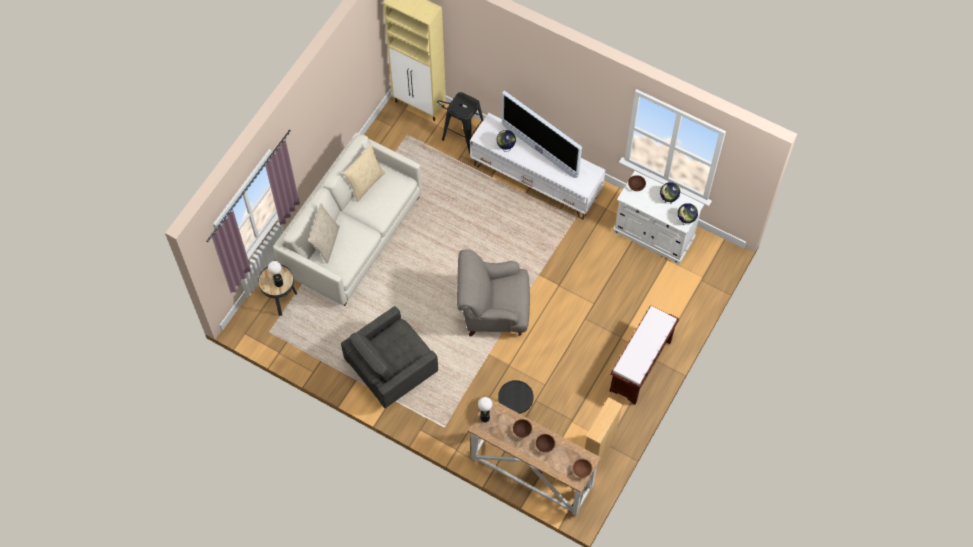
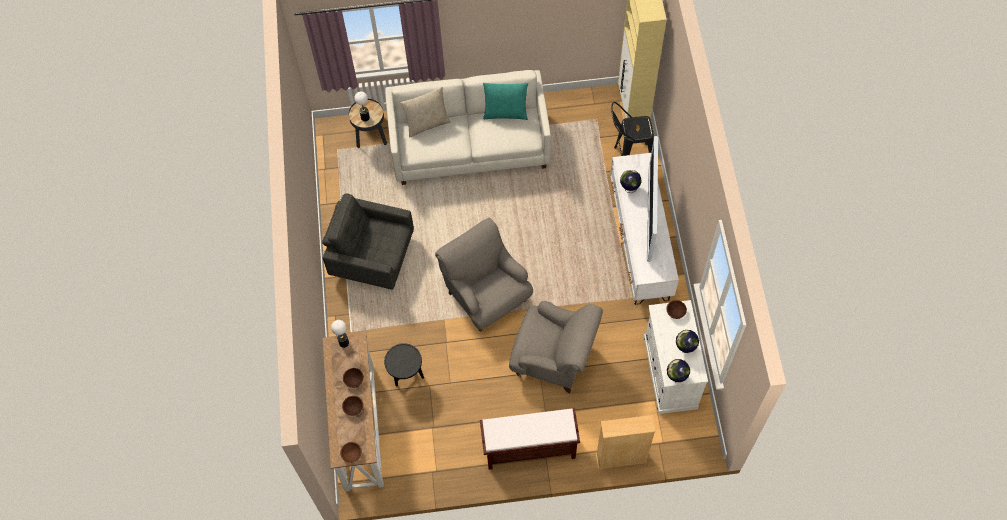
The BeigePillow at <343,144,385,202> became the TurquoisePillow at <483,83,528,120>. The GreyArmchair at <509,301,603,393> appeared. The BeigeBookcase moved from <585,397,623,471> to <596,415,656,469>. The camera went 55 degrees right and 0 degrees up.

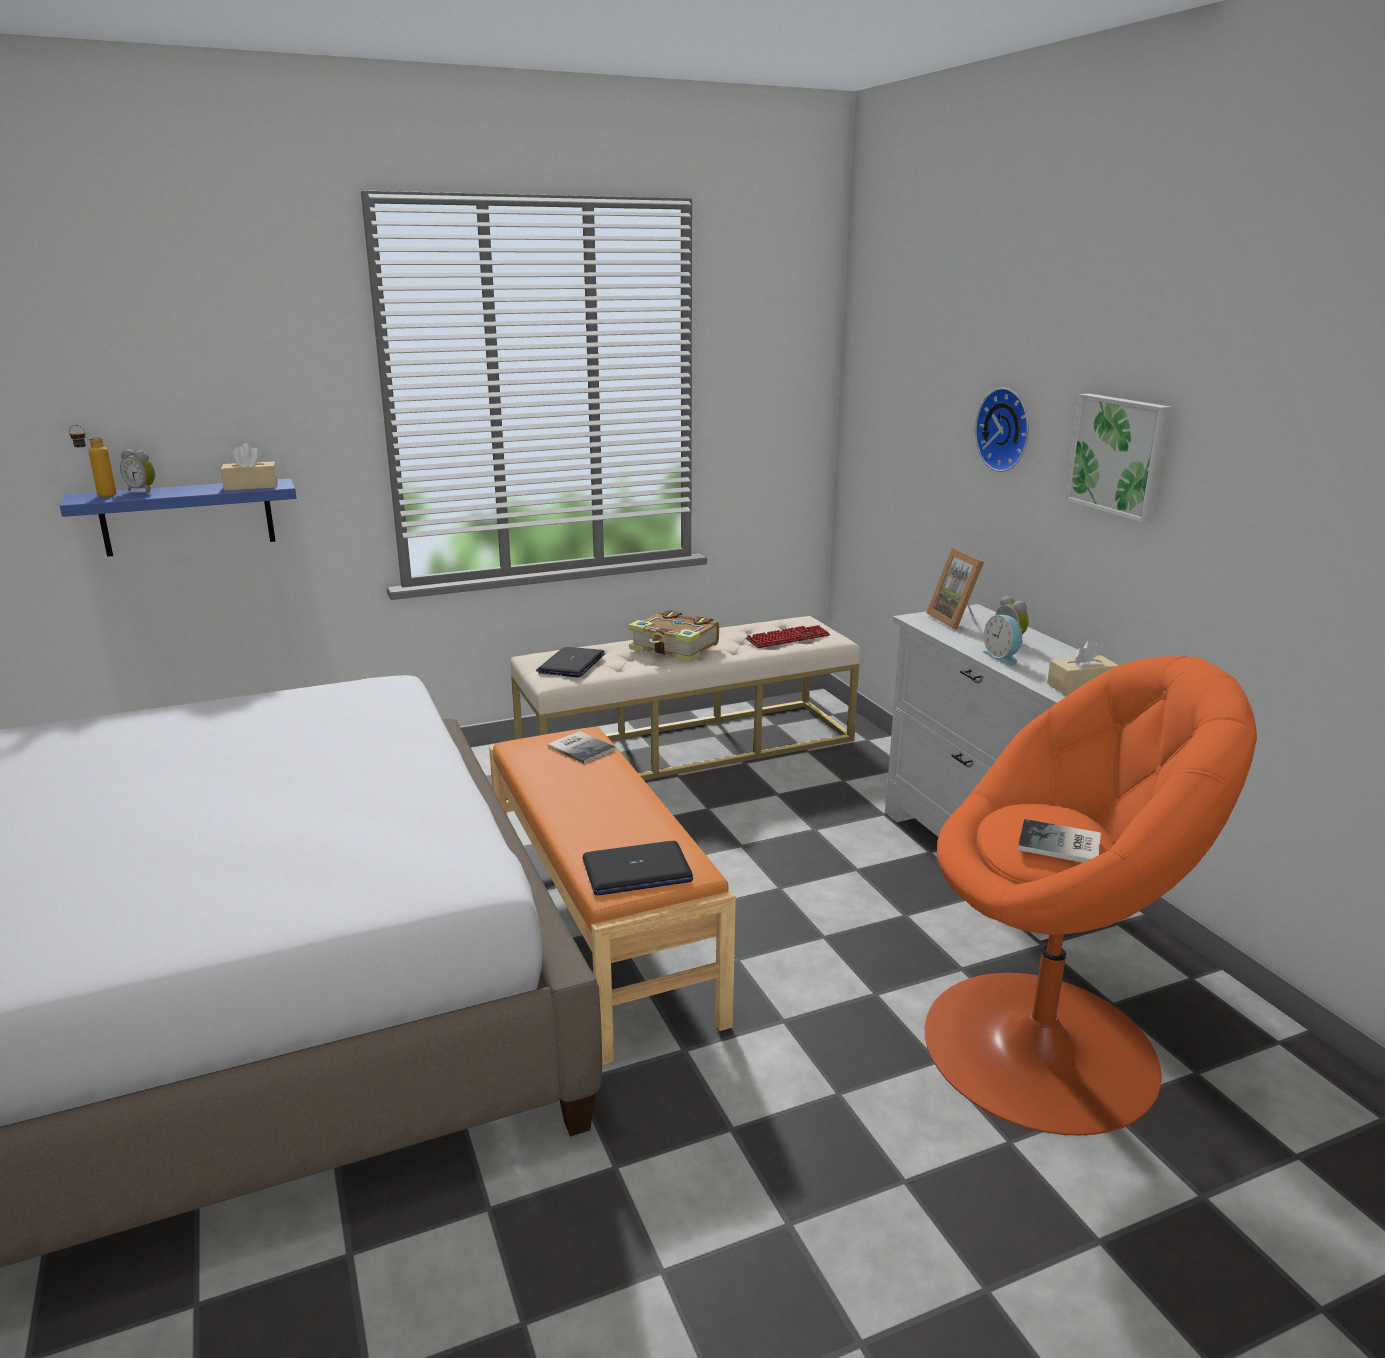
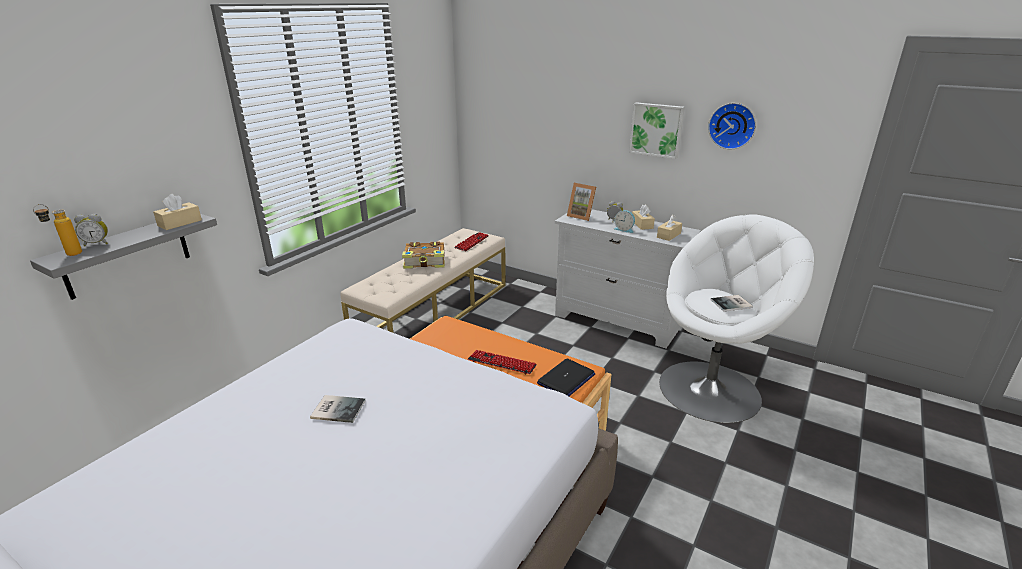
The BlueShelf at <60,478,296,557> became the GreyShelf at <30,214,217,300>. The Book moved from <548,731,616,764> to <310,395,366,423>. The Keyboard at <468,350,537,374> appeared. The BeigeTissueBox at <632,204,655,230> appeared. The OrangeArmchair at <925,656,1257,1136> became the WhiteArmchair at <659,214,814,423>. The WallClock moved from <975,388,1029,472> to <708,103,756,149>. The Laptop at <536,647,605,677> disappeared. The camera went 35 degrees left and 5 degrees up.

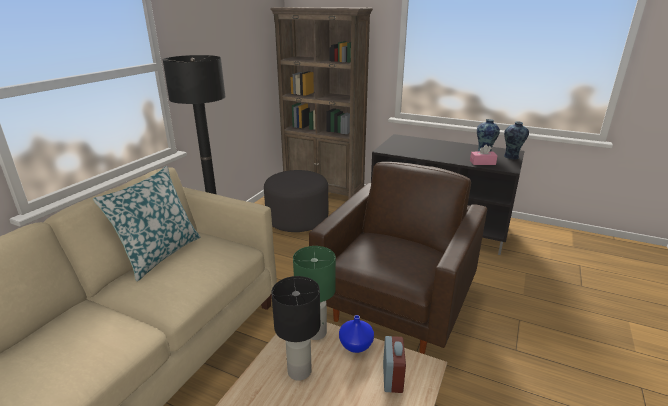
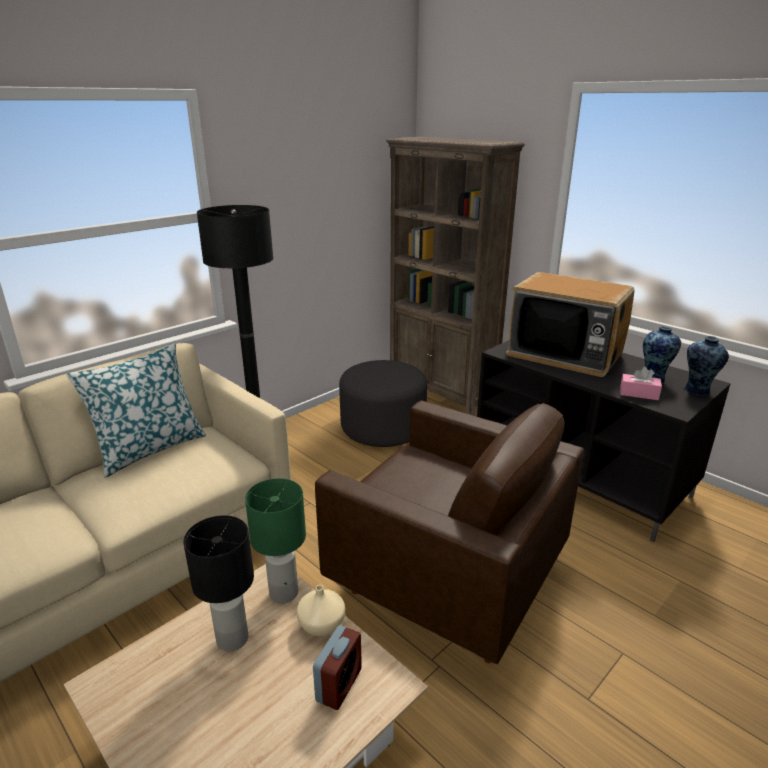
The BlueVase at <339,315,374,353> became the BeigeVase at <297,585,345,636>. The BrownArmchair at <309,162,487,354> turned 75 degrees clockwise. The Television at <506,272,635,377> appeared. The camera went 20 degrees right and 0 degrees up.

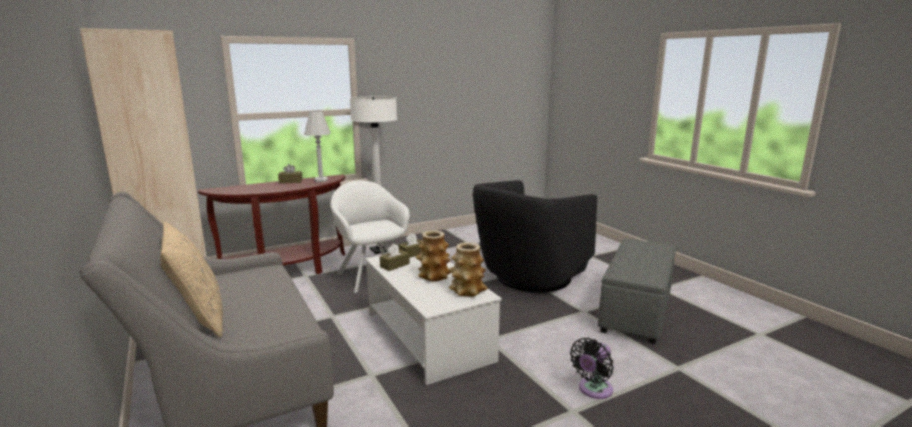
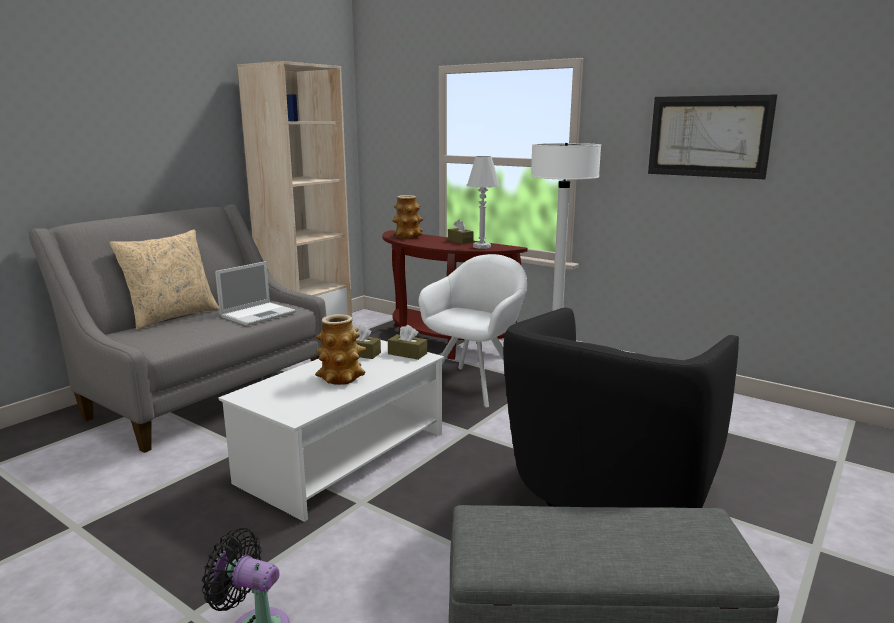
The Laptop at <215,261,296,326> appeared. The Vase moved from <449,242,488,297> to <392,195,423,239>. The BlackArmchair at <473,180,597,293> turned 75 degrees counterclockwise. The Picture at <648,94,777,179> appeared. The camera went 65 degrees right and 0 degrees up.

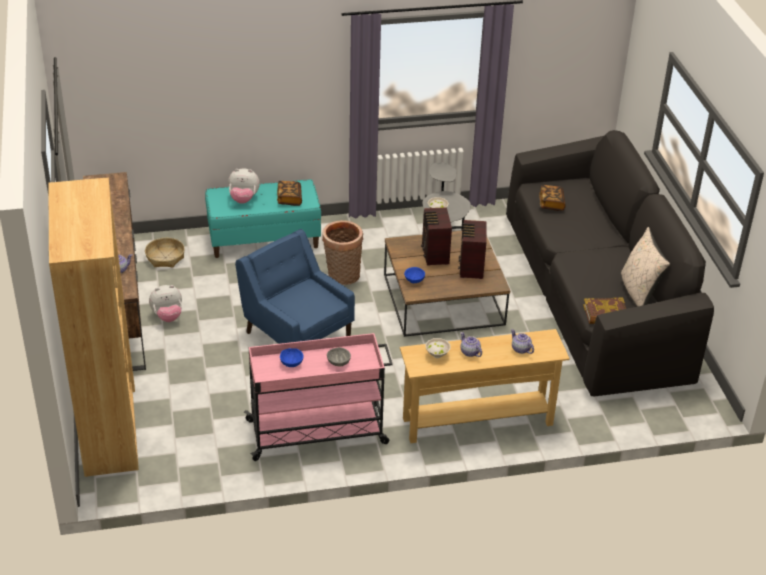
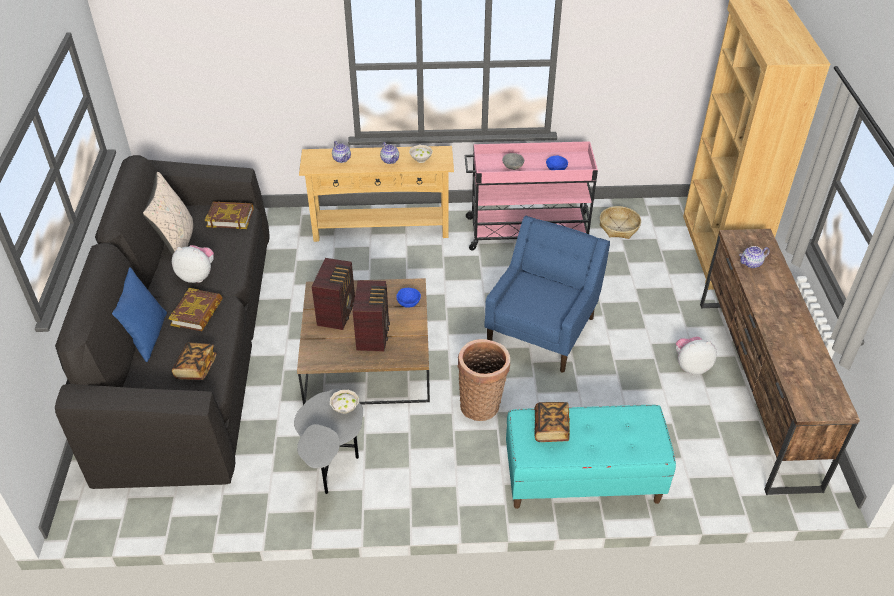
The BluePillow at <112,267,167,362> appeared. The Book at <168,288,223,331> appeared. The PlushToy moved from <228,168,260,204> to <172,245,214,283>. The BlueArmchair at <235,229,355,344> turned 120 degrees counterclockwise. The Basket moved from <145,238,185,267> to <600,206,641,239>. The camera went 170 degrees left and 5 degrees up.

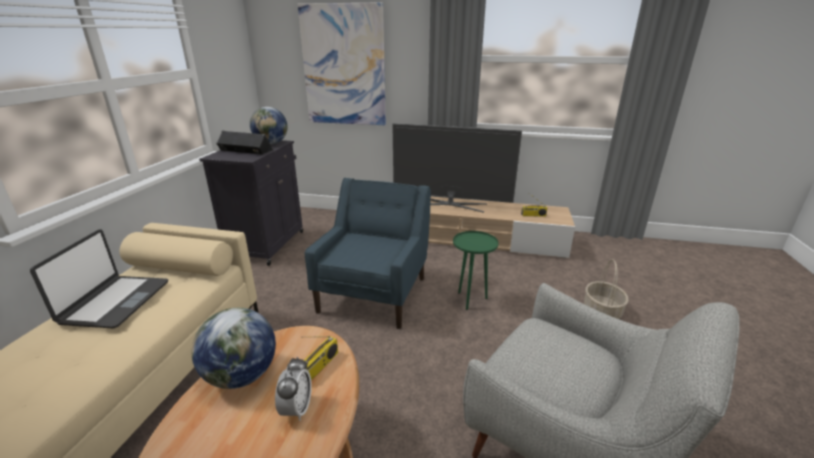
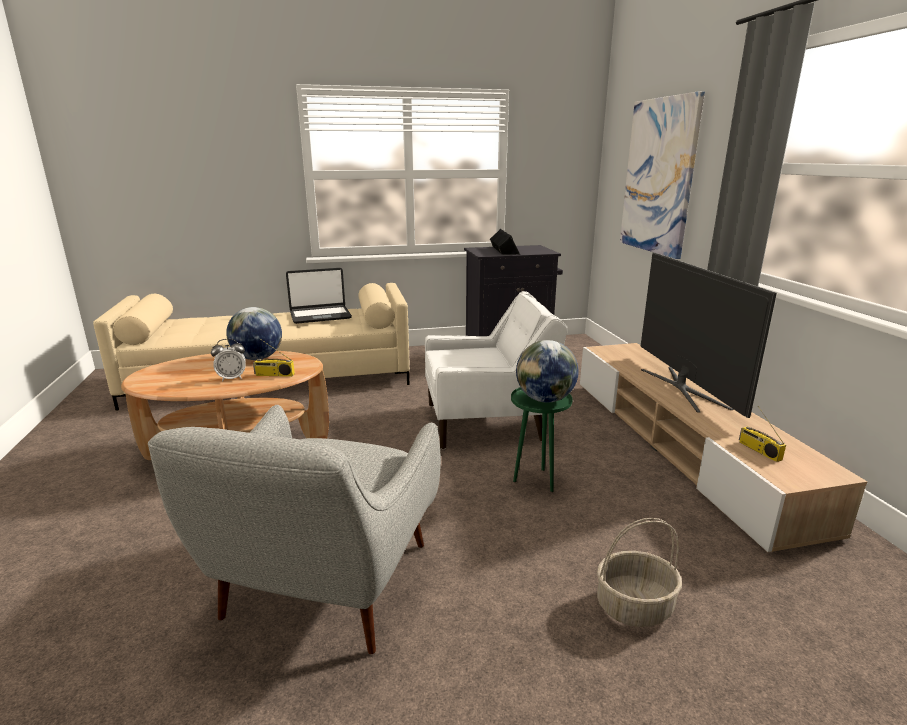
The BlueArmchair at <305,178,431,329> became the WhiteArmchair at <425,291,567,449>. The Globe moved from <250,107,288,144> to <516,340,579,403>. The camera went 65 degrees right and 5 degrees down.

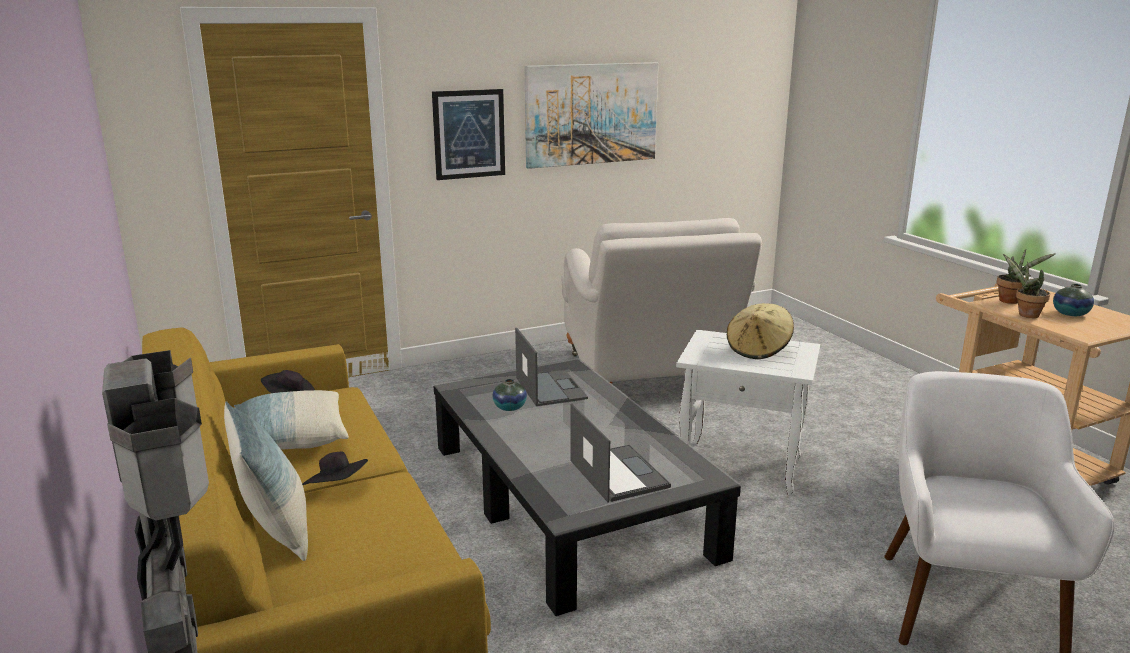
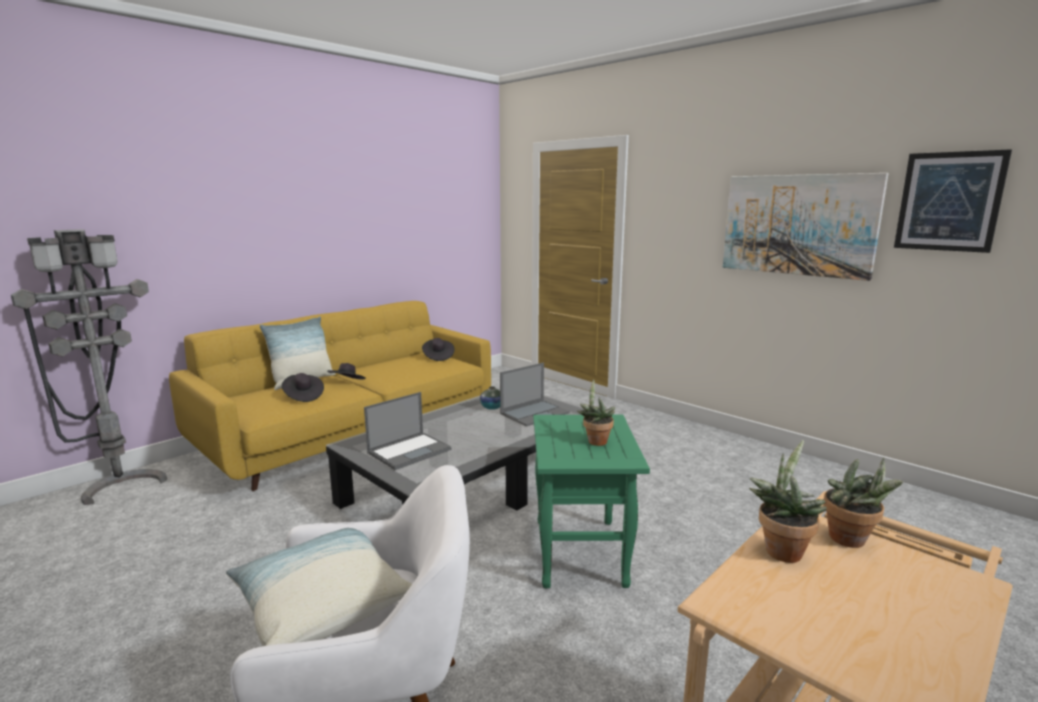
The Pillow moved from <234,390,349,450> to <226,528,412,646>. The BlackHat at <282,373,324,402> appeared. The WhiteSideTable at <676,330,820,495> became the GreenSideTable at <533,415,650,588>. The BeigeHat at <727,303,794,359> was replaced by the PottedPlant at <577,379,615,446>. The Picture moved from <432,89,505,180> to <894,149,1012,253>. The WhiteArmchair at <562,218,762,384> disappeared. The Vase at <1053,284,1094,316> disappeared. The camera went 70 degrees right and 5 degrees down.

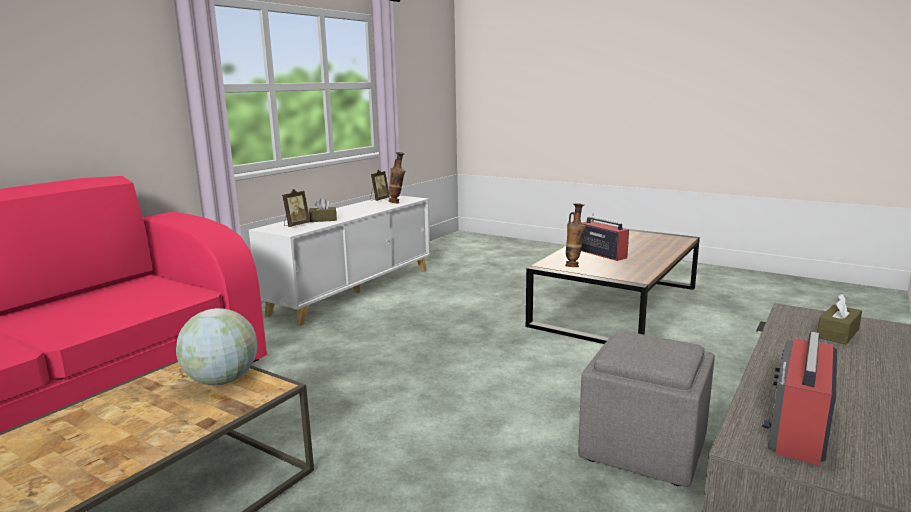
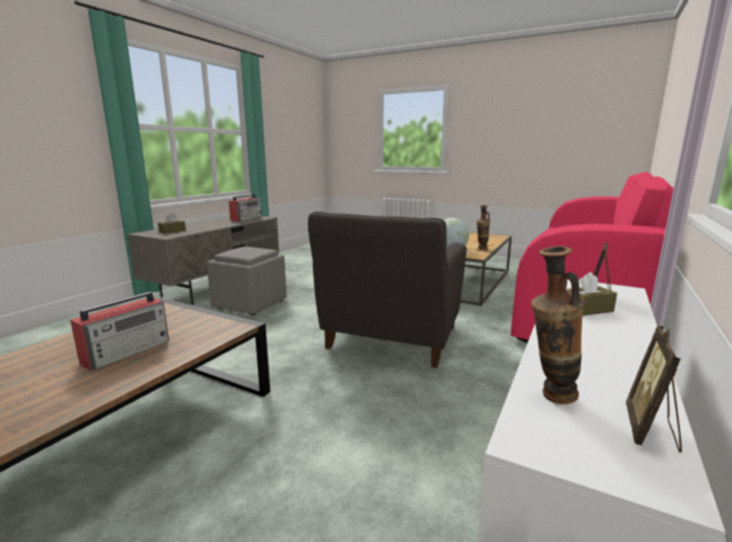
The Radio at <581,213,629,261> turned 105 degrees counterclockwise. The GreyArmchair at <308,212,467,368> appeared. The Vase moved from <565,203,586,267> to <477,205,490,250>. The camera went 175 degrees right and 0 degrees up.

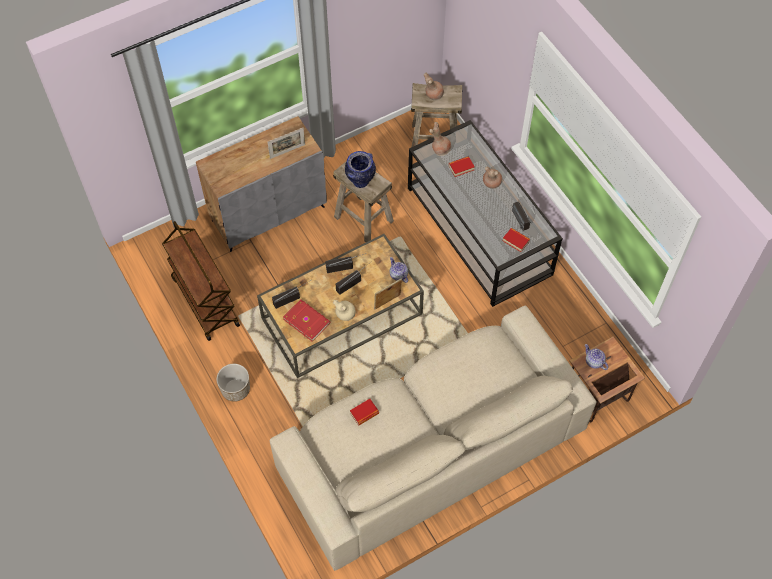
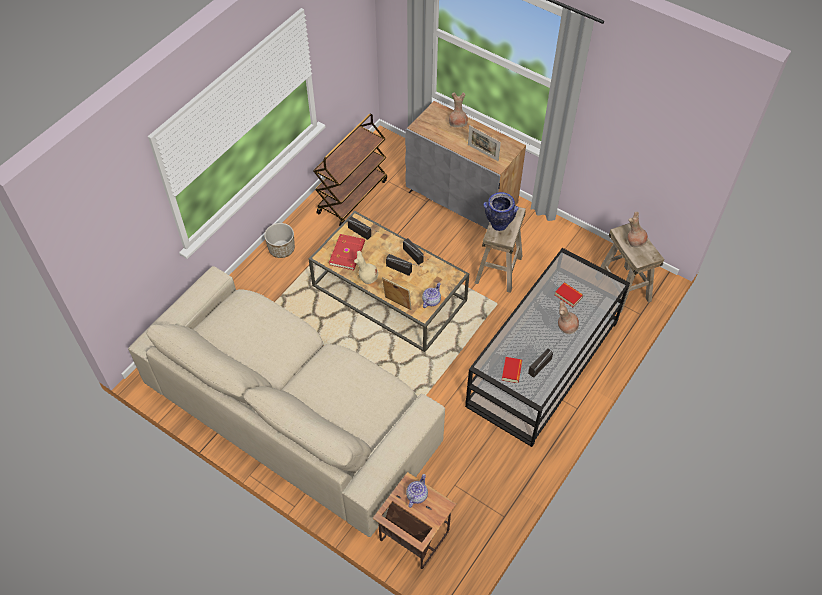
The BrownVase moved from <429,122,451,156> to <449,92,468,127>. The Book at <350,399,379,425> disappeared. The camera went 65 degrees right and 5 degrees down.

